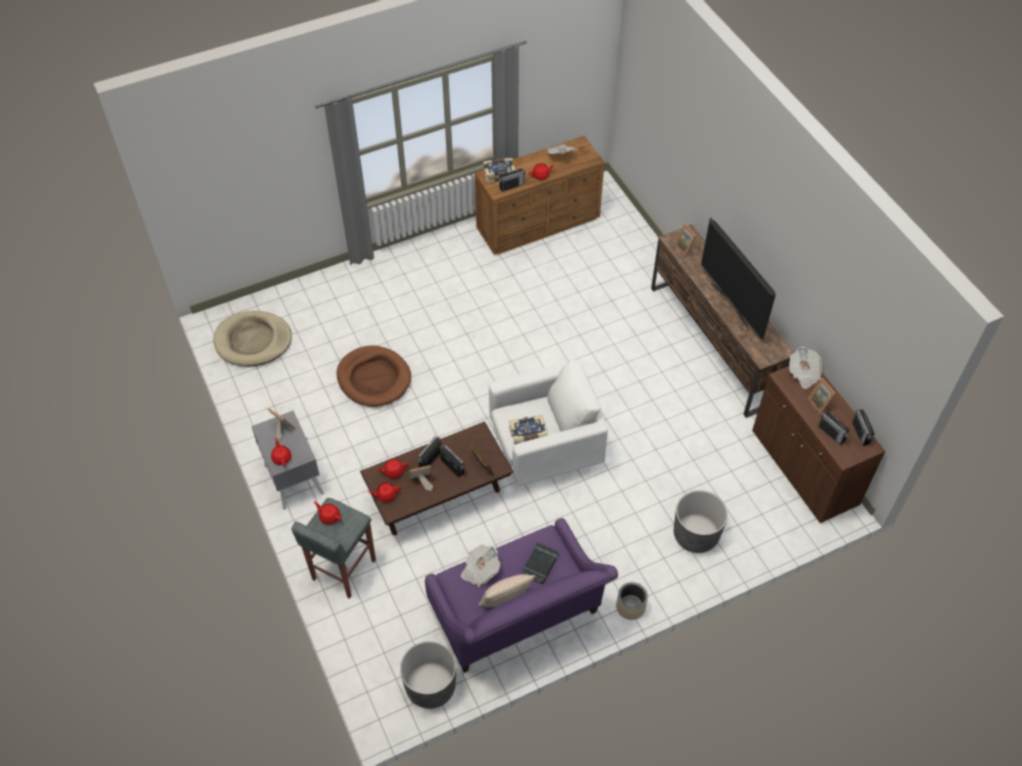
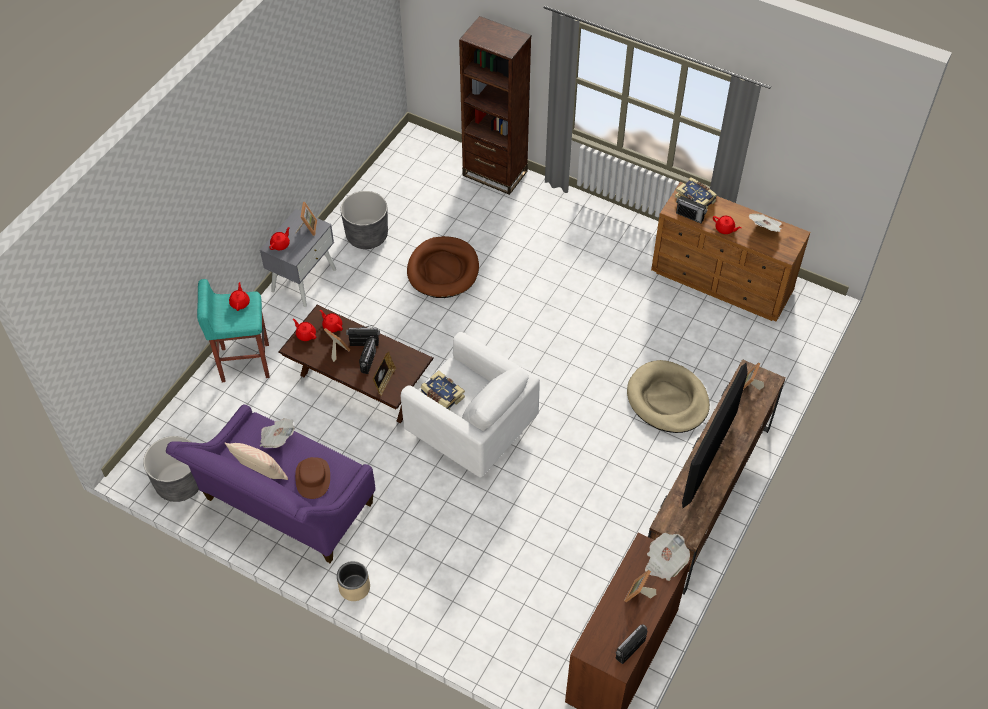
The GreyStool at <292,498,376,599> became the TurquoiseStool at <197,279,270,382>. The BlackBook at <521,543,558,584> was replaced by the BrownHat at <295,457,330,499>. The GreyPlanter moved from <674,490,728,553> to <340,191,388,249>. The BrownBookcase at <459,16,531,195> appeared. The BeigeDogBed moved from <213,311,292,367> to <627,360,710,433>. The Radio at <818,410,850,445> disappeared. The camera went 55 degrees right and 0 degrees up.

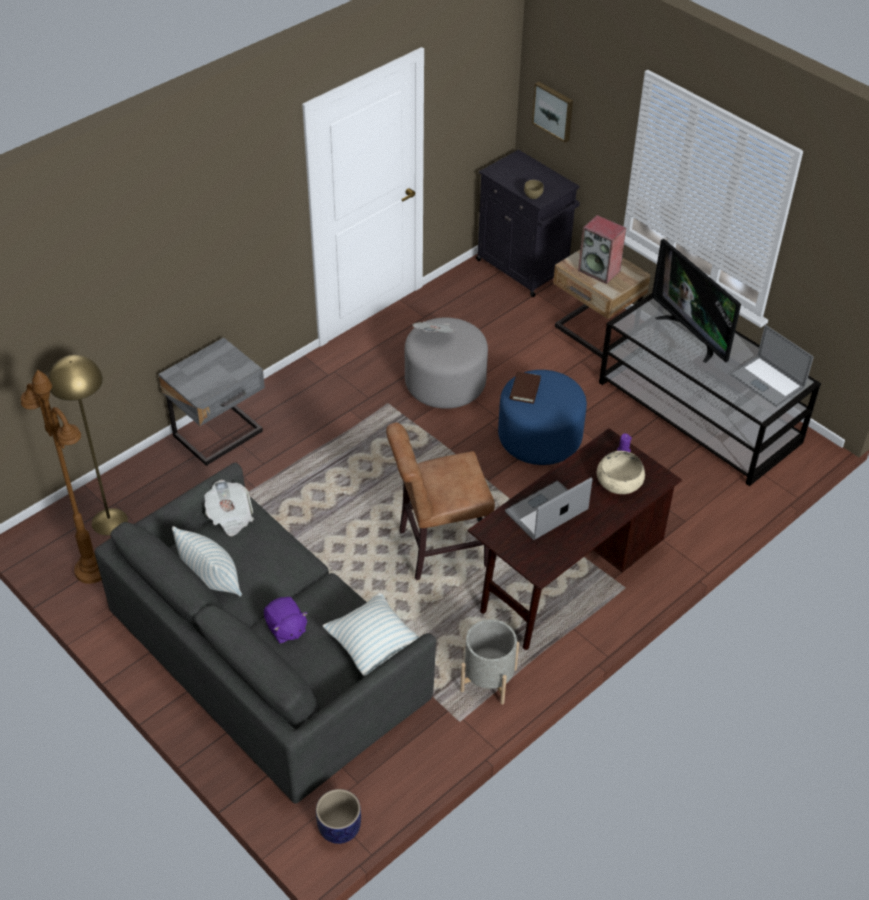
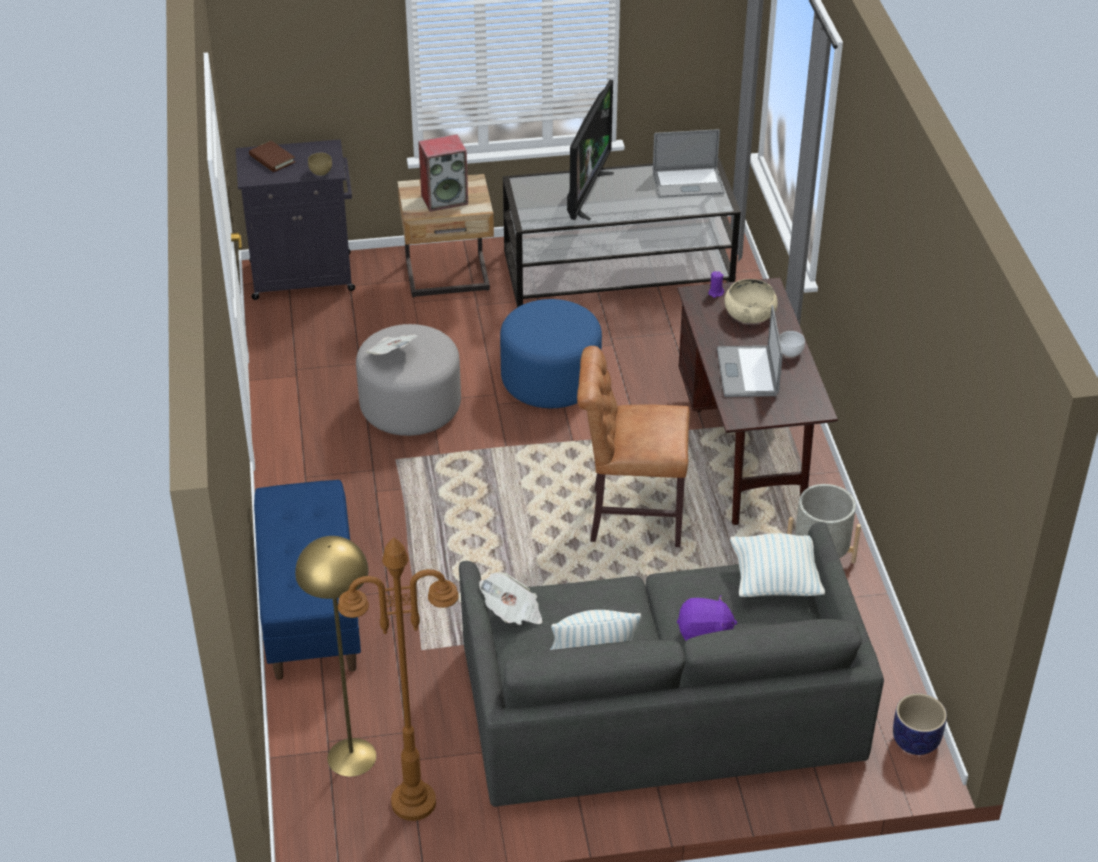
The BrownBook moved from <510,372,541,404> to <249,141,295,172>. The GreyNightstand at <159,337,265,466> was replaced by the BlueBench at <254,480,361,680>. The Television at <652,239,741,363> turned 75 degrees counterclockwise. The BrownChair at <386,422,495,580> turned 75 degrees clockwise. The WhiteBowl at <780,331,805,357> appeared. The Picture at <532,82,573,143> disappeared. The camera went 55 degrees left and 5 degrees down.

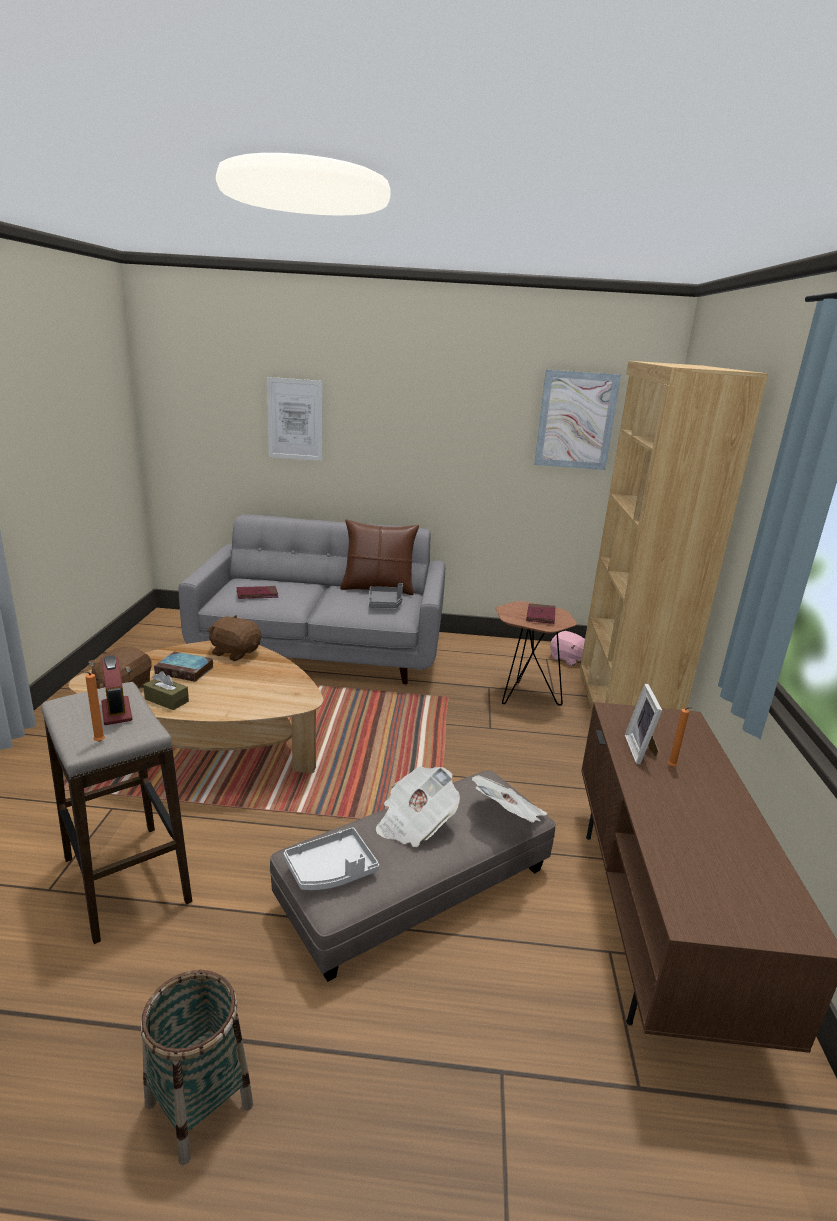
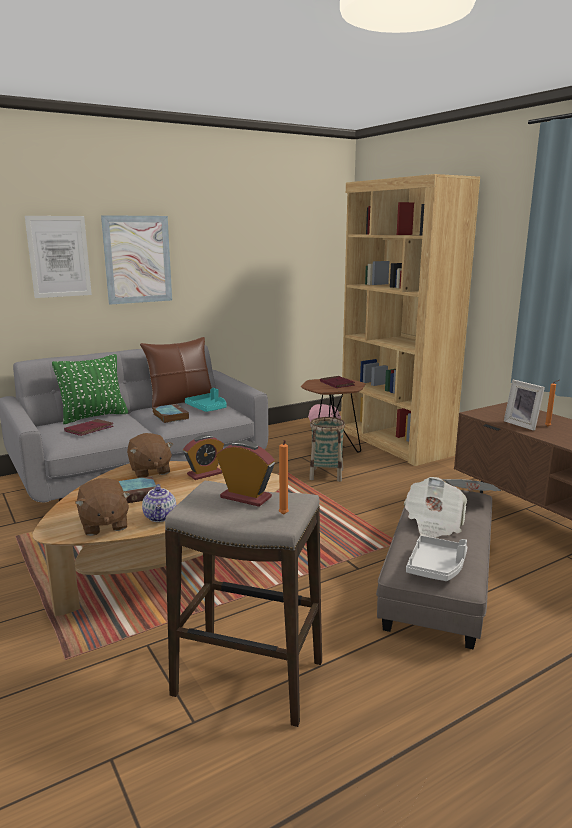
The GreenPillow at <52,354,128,424> appeared. The Picture moved from <534,370,621,470> to <101,215,172,305>. The BrownPlushToy at <208,615,261,661> turned 105 degrees counterclockwise. The BrownTissueBox at <143,671,189,710> was replaced by the Teapot at <142,484,176,522>. The Book at <153,404,189,423> appeared. The AlarmClock at <183,435,224,480> appeared. The GreyTray at <369,583,403,608> became the TurquoiseTray at <185,388,227,412>. The Basket moved from <141,970,253,1165> to <309,417,345,482>. The camera went 35 degrees left and 5 degrees down.

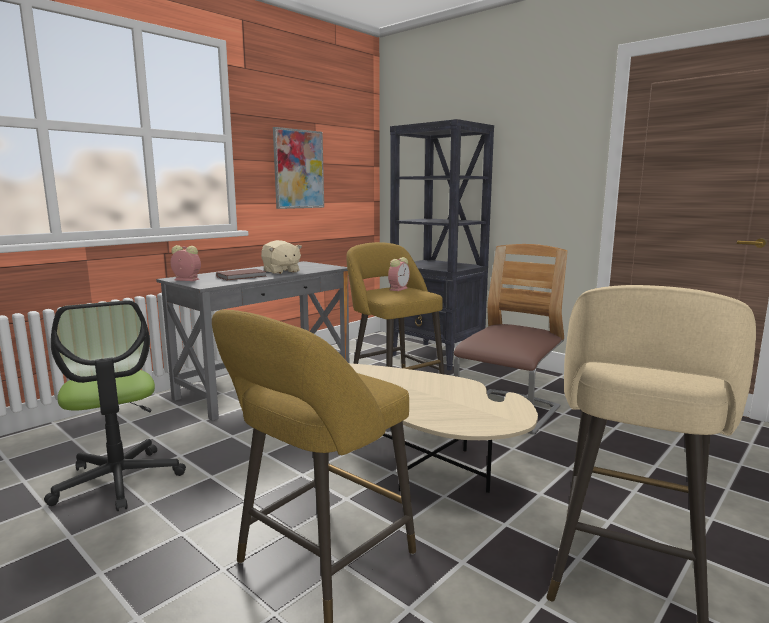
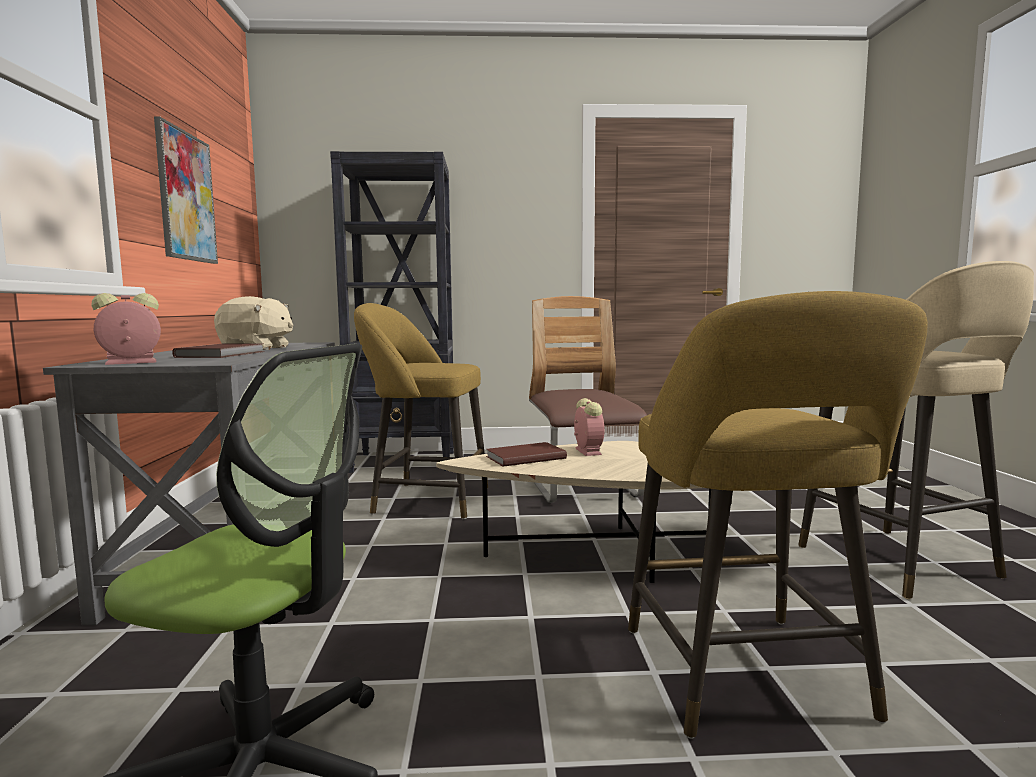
The BrownBook at <486,442,567,467> appeared. The AlarmClock moved from <388,257,410,291> to <574,398,604,456>. The camera went 45 degrees left and 5 degrees down.

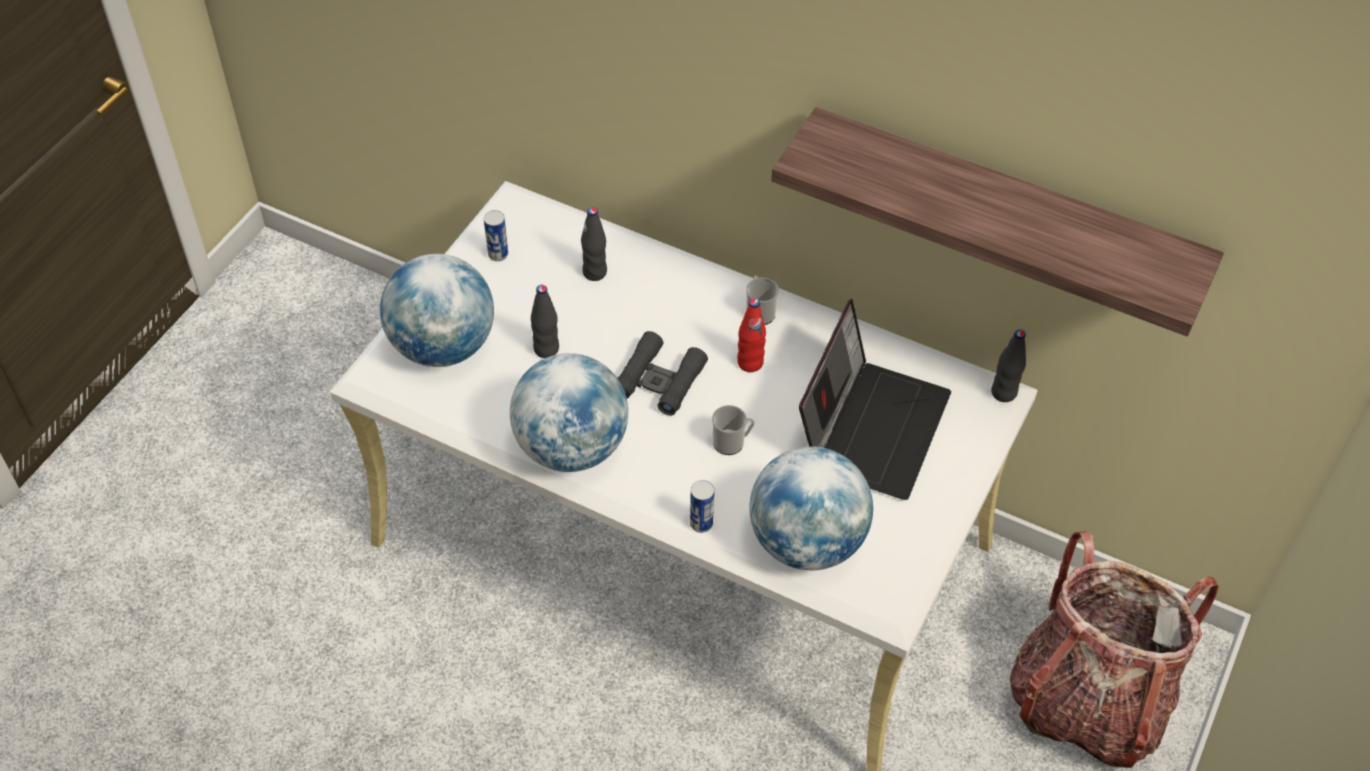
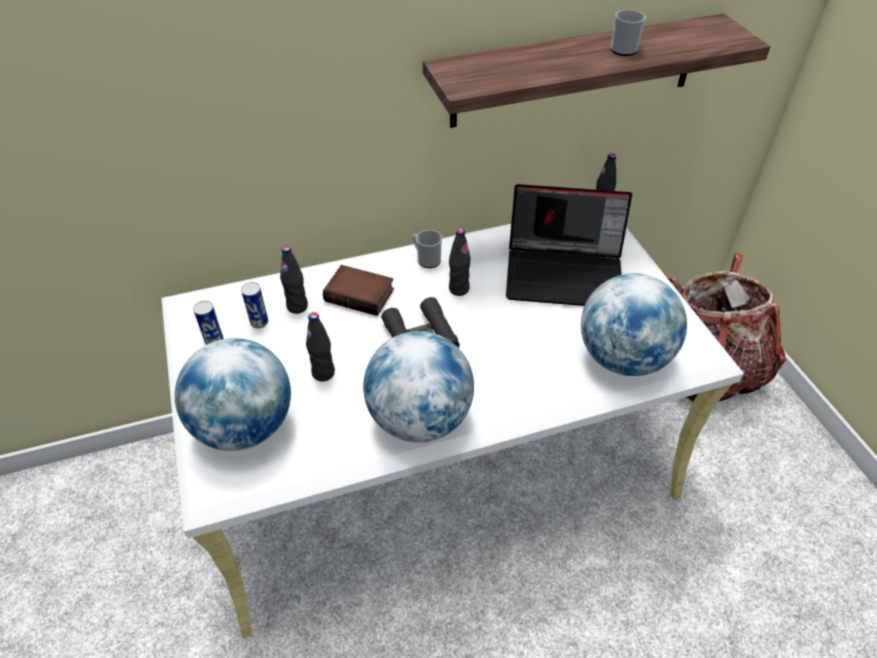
The Can moved from <690,480,714,533> to <241,282,268,329>. The Book at <323,265,394,316> appeared. The RedBottle at <737,298,766,372> became the BlackBottle at <449,228,471,296>. The Laptop at <799,299,951,500> turned 120 degrees clockwise. The Mug moved from <712,405,755,455> to <611,10,646,56>. The camera went 45 degrees left and 5 degrees down.

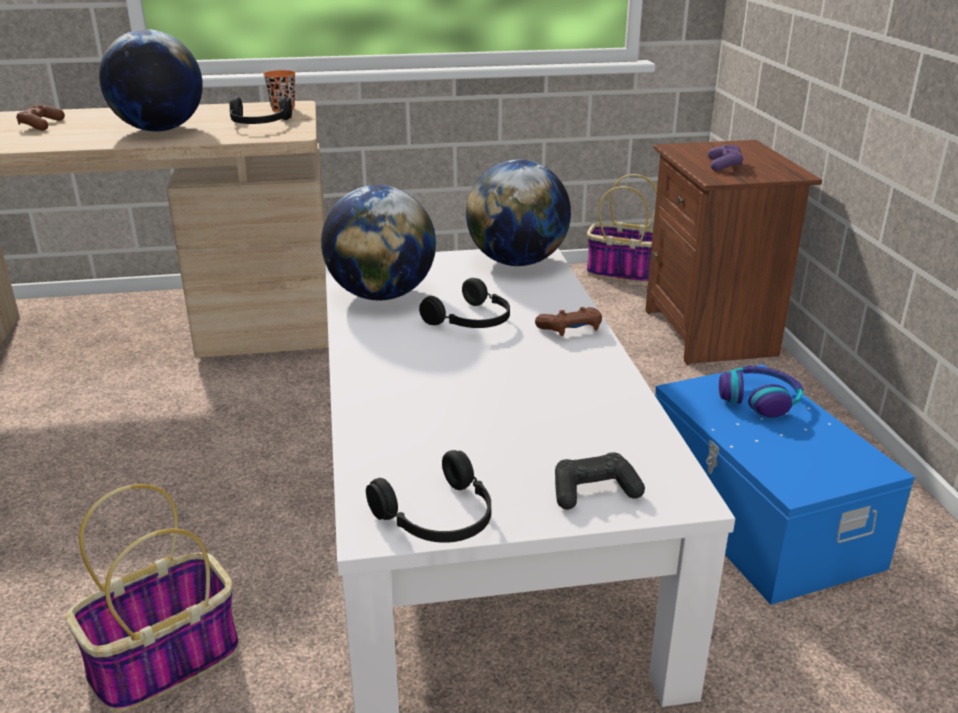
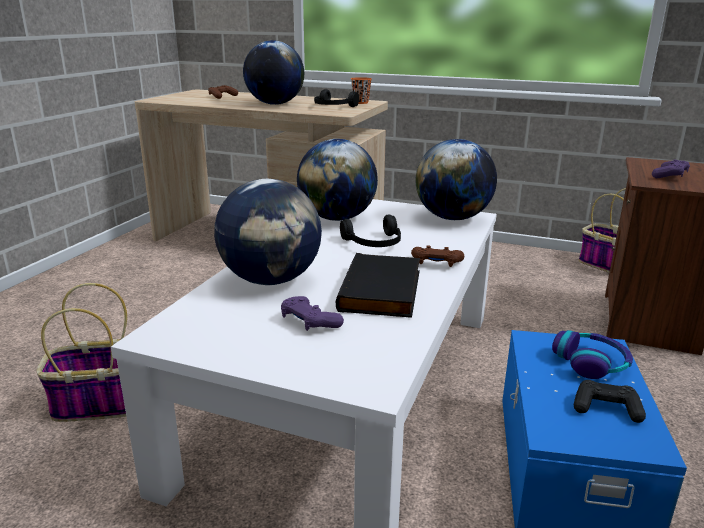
The Globe at <214,179,322,285> appeared. The PurpleGameController at <281,296,344,331> appeared. The BlackBook at <336,253,420,318> appeared. The BlackGameController moved from <555,452,645,510> to <574,380,646,423>. The BlackHeadphones at <366,450,491,543> disappeared. The camera went 30 degrees right and 5 degrees down.

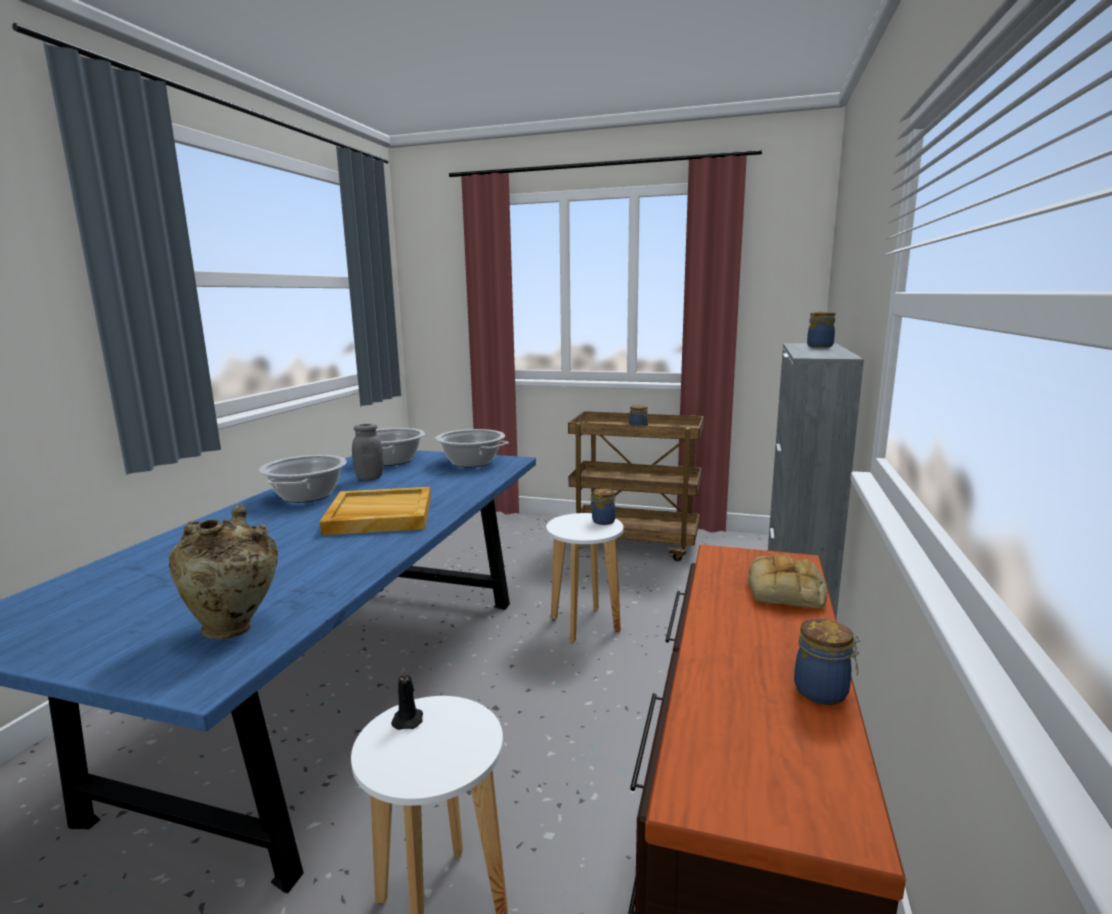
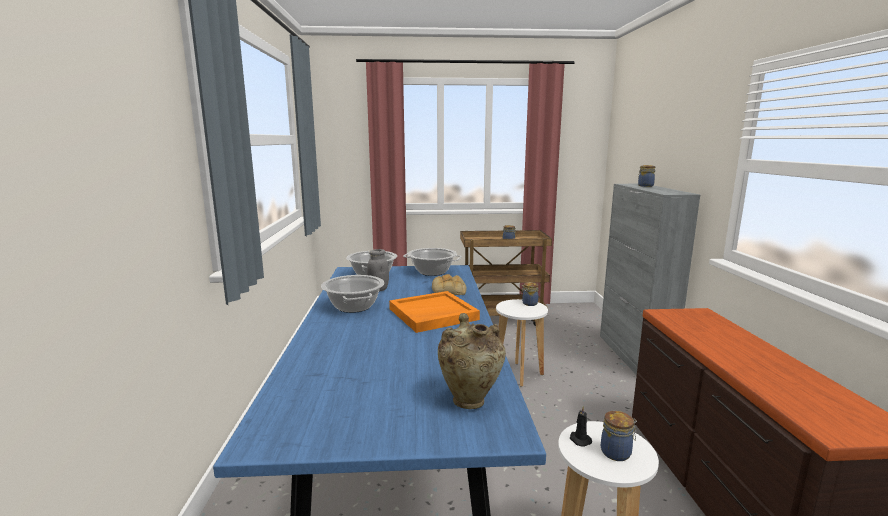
The BeigeTray at <320,487,431,535> became the OrangeTray at <389,291,480,333>. The Bread moved from <748,555,828,608> to <432,274,466,295>. The Jar moved from <794,618,861,705> to <601,411,637,461>. The camera went 20 degrees left and 0 degrees up.

